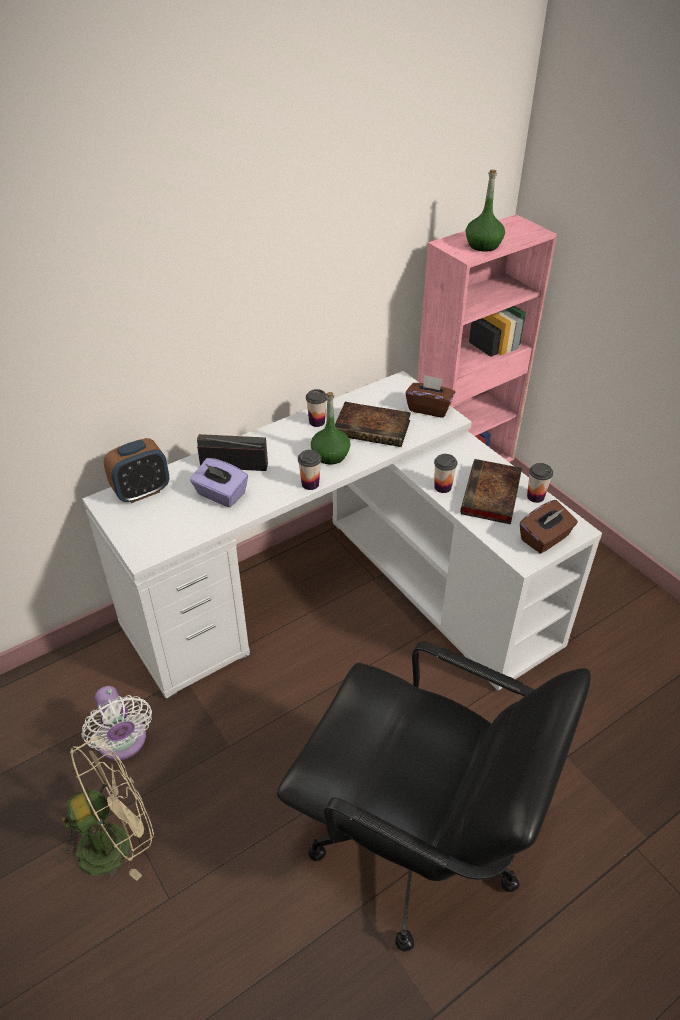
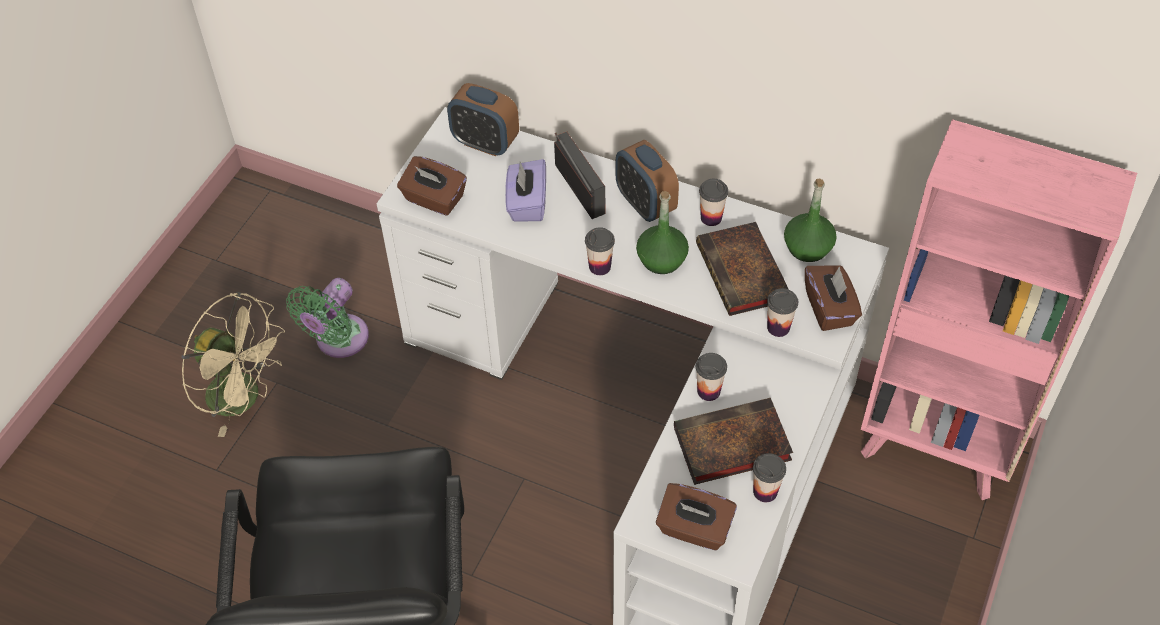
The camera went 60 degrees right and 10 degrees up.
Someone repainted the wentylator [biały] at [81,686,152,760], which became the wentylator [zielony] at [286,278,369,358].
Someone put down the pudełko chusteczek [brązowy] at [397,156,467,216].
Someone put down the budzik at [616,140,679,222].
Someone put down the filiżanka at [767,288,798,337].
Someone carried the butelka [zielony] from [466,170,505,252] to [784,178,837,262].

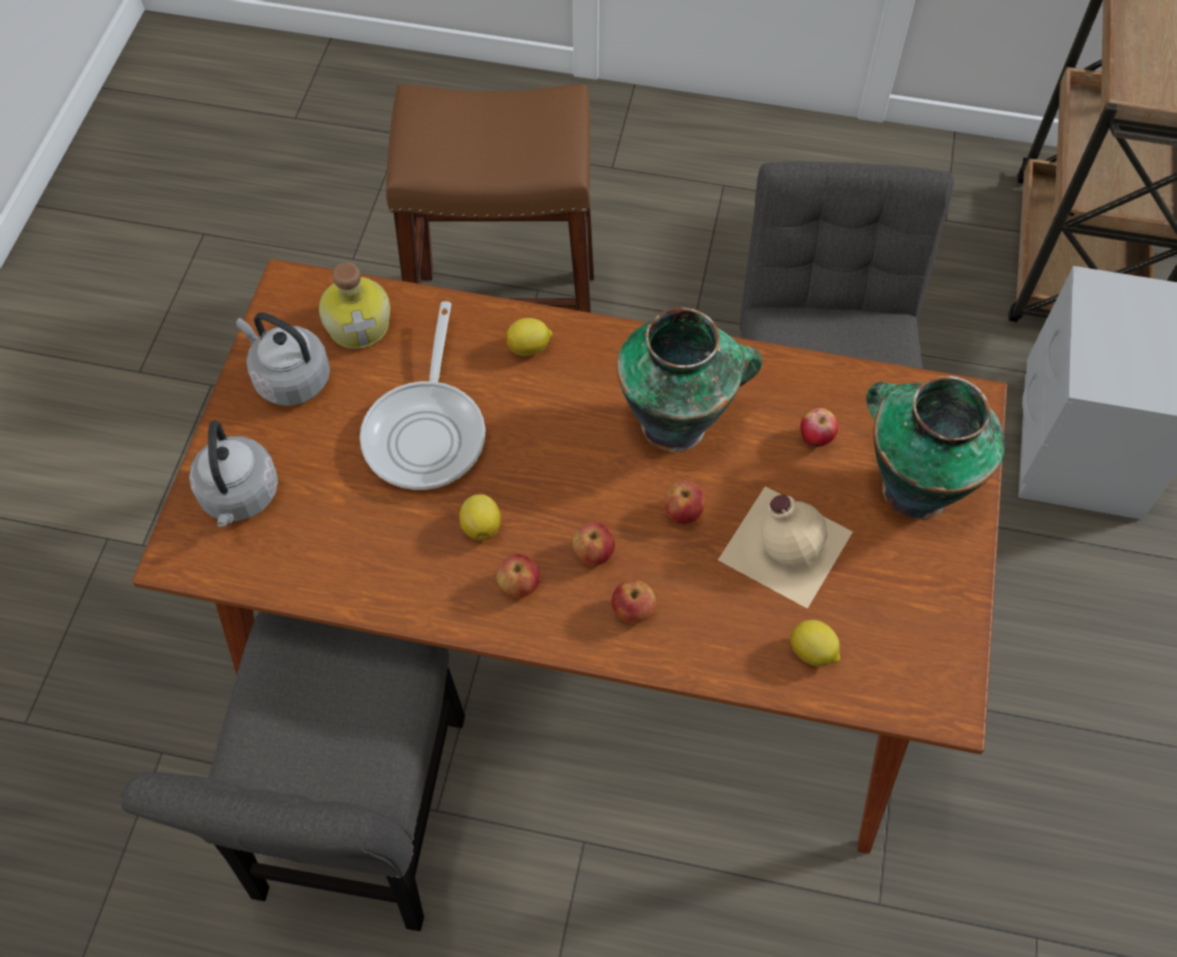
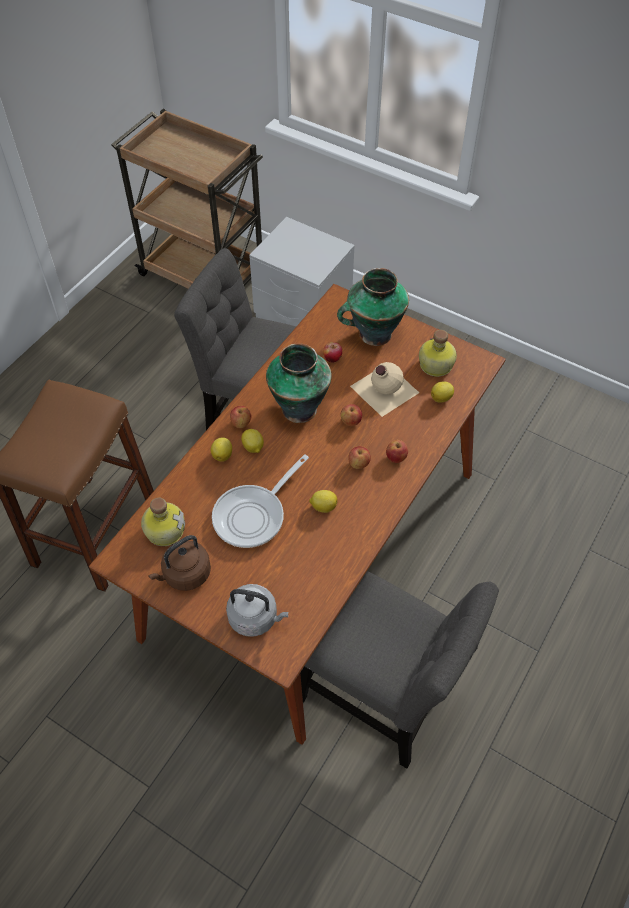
The camera went 70 degrees left and 5 degrees down.
Someone repainted the czajnik [szary] at [236,312,330,406], which became the czajnik [brązowy] at [148,535,211,591].
Someone rotated the patelnia at [360,301,485,490] by 105 degrees clockwise.
Someone carried the jabłko from [496,554,540,598] to [230,406,252,428].
Someone put down the cytryna at [241,429,264,453].
Someone put down the butelka at [419,330,457,377].

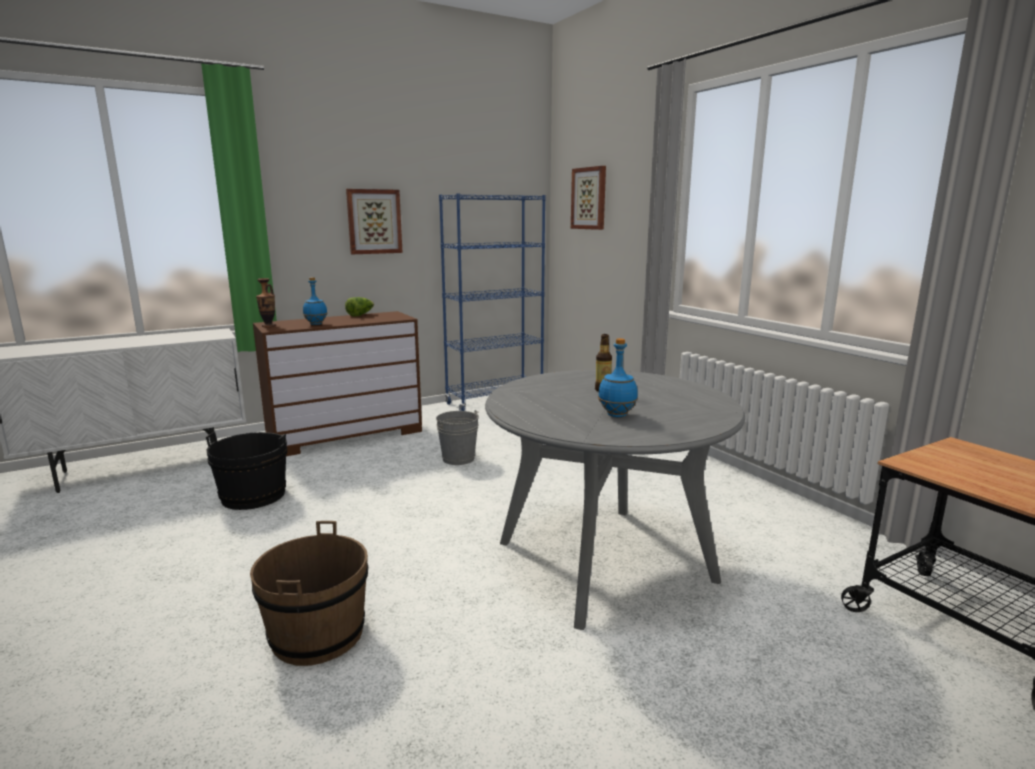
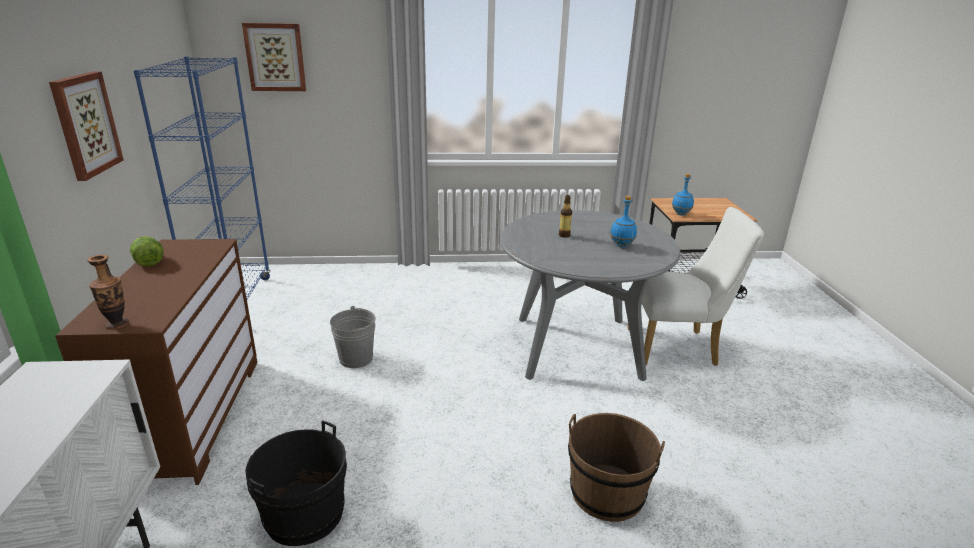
The camera went 65 degrees left and 10 degrees up.
Someone put down the krzesło [biały] at [628,207,764,366].
Someone carried the butelka [niebieski] from [303,277,327,325] to [672,174,694,216].

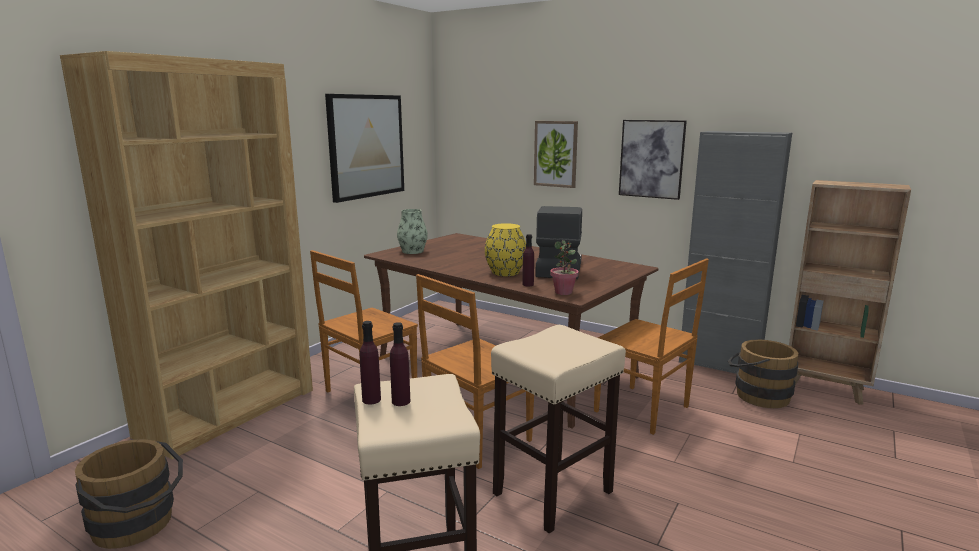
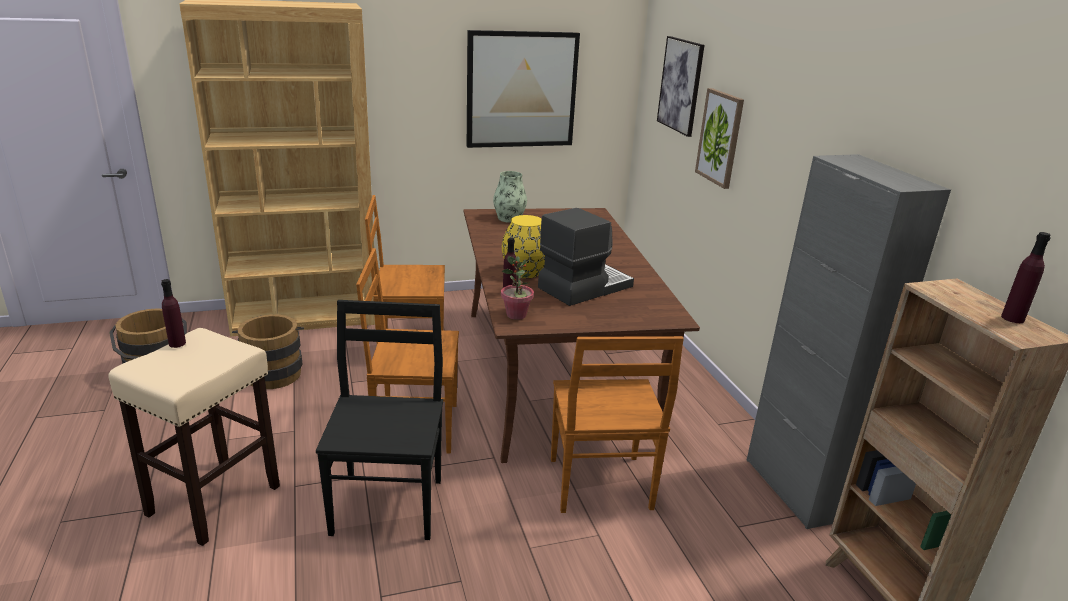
The camera went 40 degrees right and 10 degrees up.
Someone carried the wiadro [brązowy] from [728,339,798,408] to [232,314,304,389].
Someone swapped the stołek [beżowy] at [491,325,626,533] for the krzesło [czarny] at [316,300,443,540].
Someone carried the obraz from [619,120,687,200] to [657,36,704,137].
Someone carried the butelka [fioletowy] from [390,322,410,406] to [1001,232,1051,323].

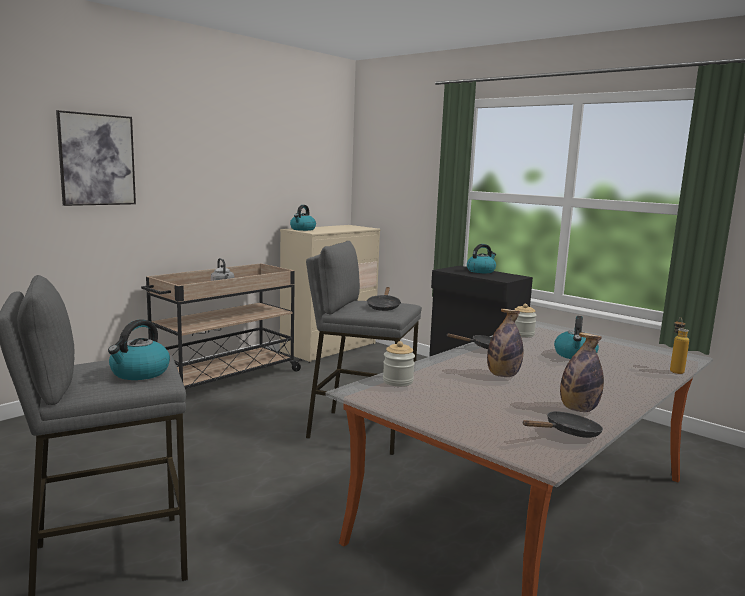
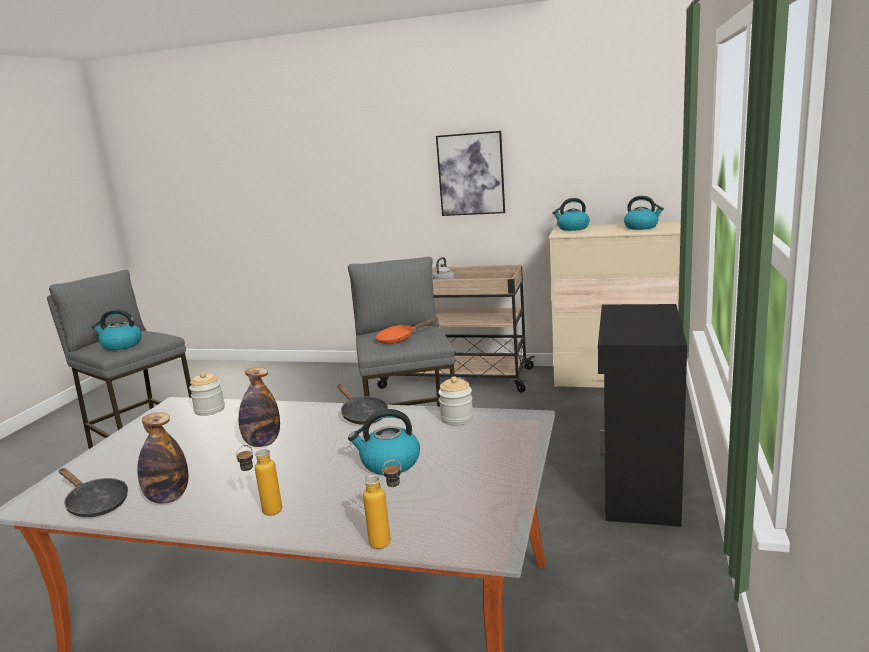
The camera went 65 degrees right and 5 degrees up.
Someone put down the butelka at [236,445,282,516].
Someone repainted the patelnia [czarny] at [367,287,401,311], which became the patelnia [pomarańczowy] at [375,317,438,344].
Someone carried the obraz from [56,110,136,206] to [436,131,505,216].
Someone carried the czajnik from [467,244,496,273] to [624,196,664,230].

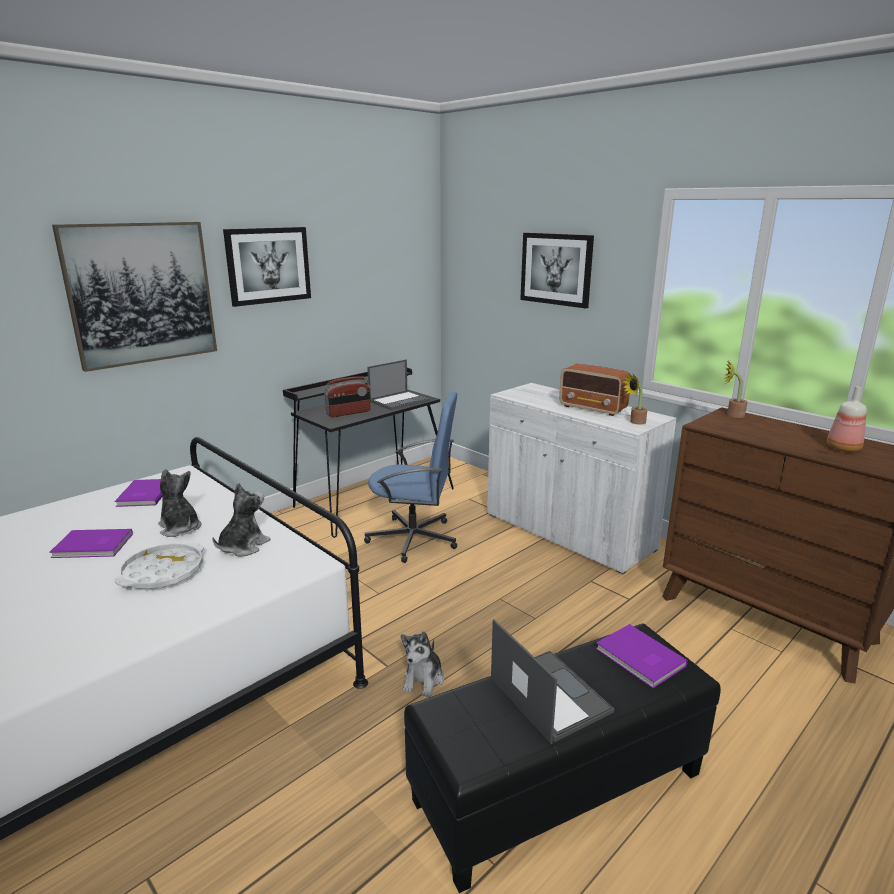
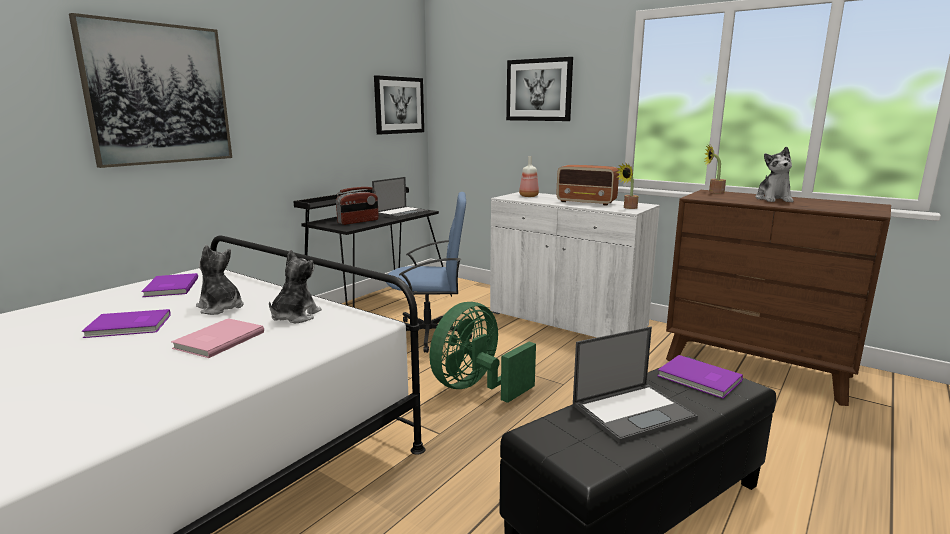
The camera went 10 degrees left and 5 degrees down.
Someone swapped the taca [biały] at [115,543,204,589] for the książka [różowy] at [171,318,264,358].
Someone carried the obraz from [223,227,311,307] to [374,75,424,135].
Someone put down the wentylator [zielony] at [430,302,536,403].
Someone carried the butelka from [827,386,867,452] to [519,156,539,197].
Someone rotated the laptop at [491,619,614,744] by 105 degrees clockwise.
Someone carried the pluszak from [401,631,444,698] to [755,147,794,202].

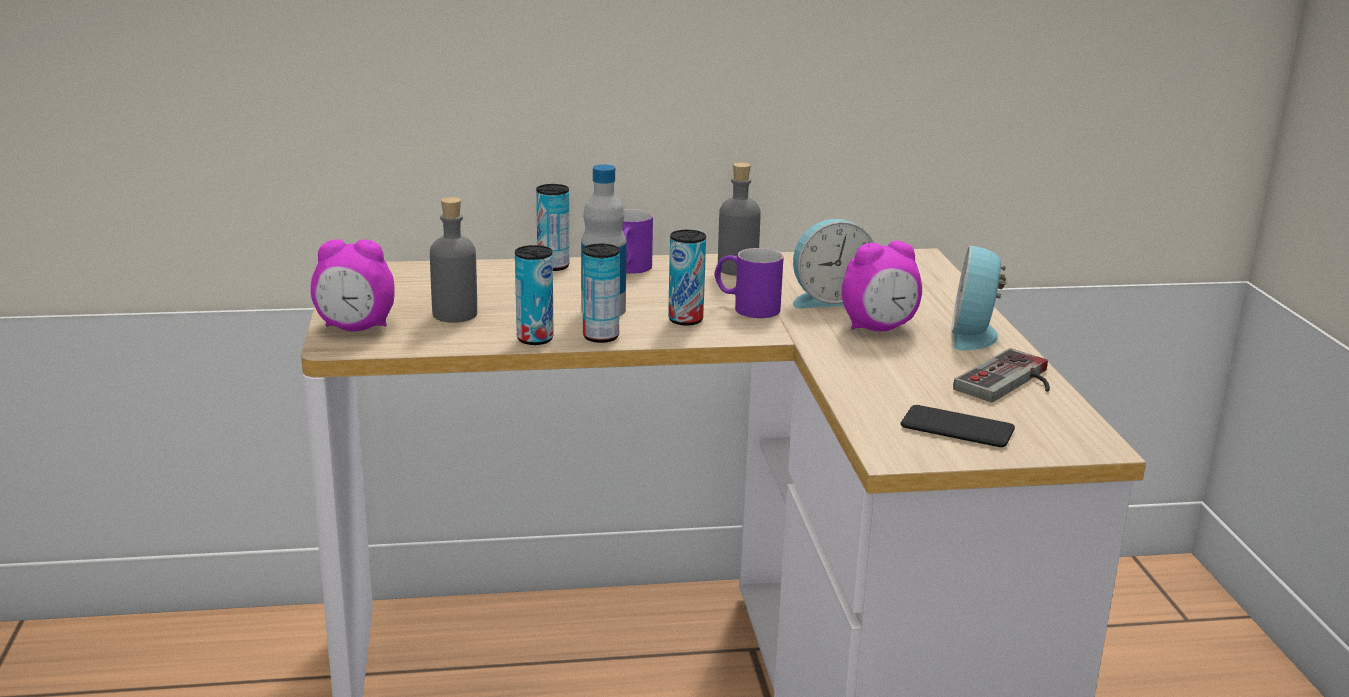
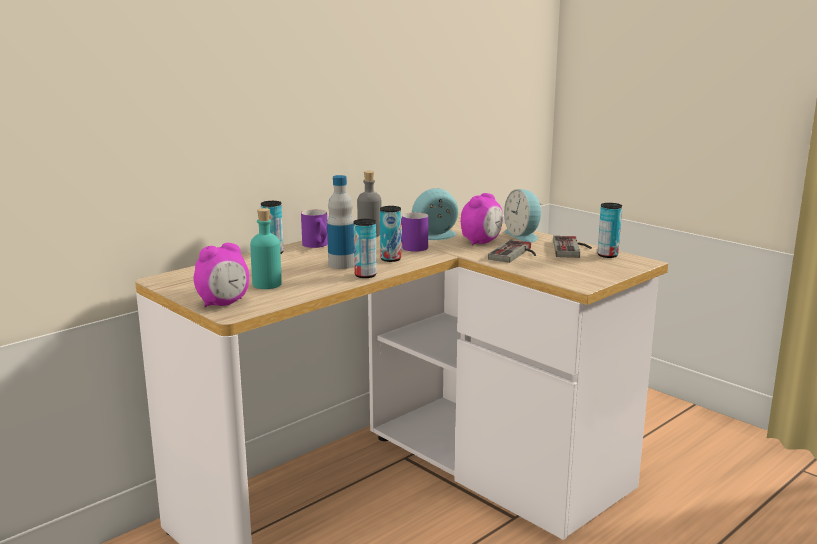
The camera went 35 degrees left and 5 degrees down.
Someone repainted the butelka [szary] at [430,197,477,323], which became the butelka [turkusowy] at [250,208,282,289].
Someone rotated the budzik at [793,219,874,309] by 150 degrees counterclockwise.
Someone put down the pad do gier at [488,240,536,263].
Someone carried the puszka from [515,245,554,345] to [597,203,622,258].
Someone took away the telefon at [901,405,1015,447].

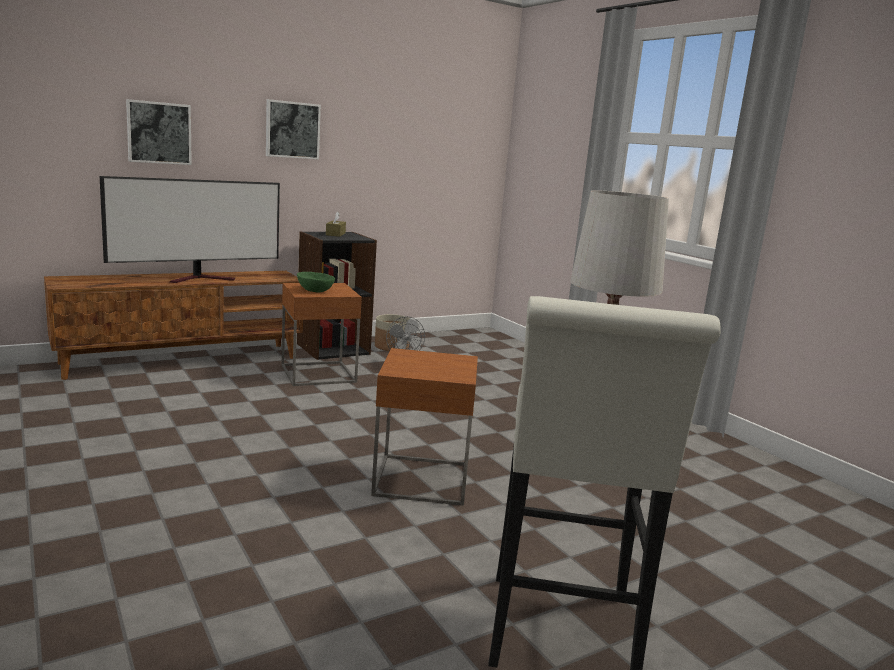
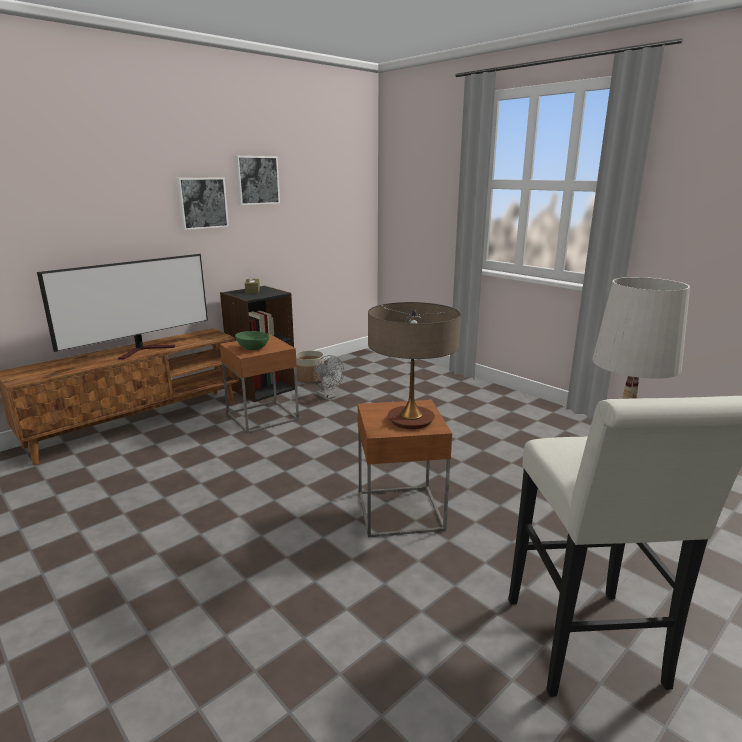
The camera went 10 degrees left and 5 degrees up.
Someone carried the obraz from [126,99,192,165] to [235,156,280,205].
Someone put down the lampa stołowa at [368,302,461,429].

